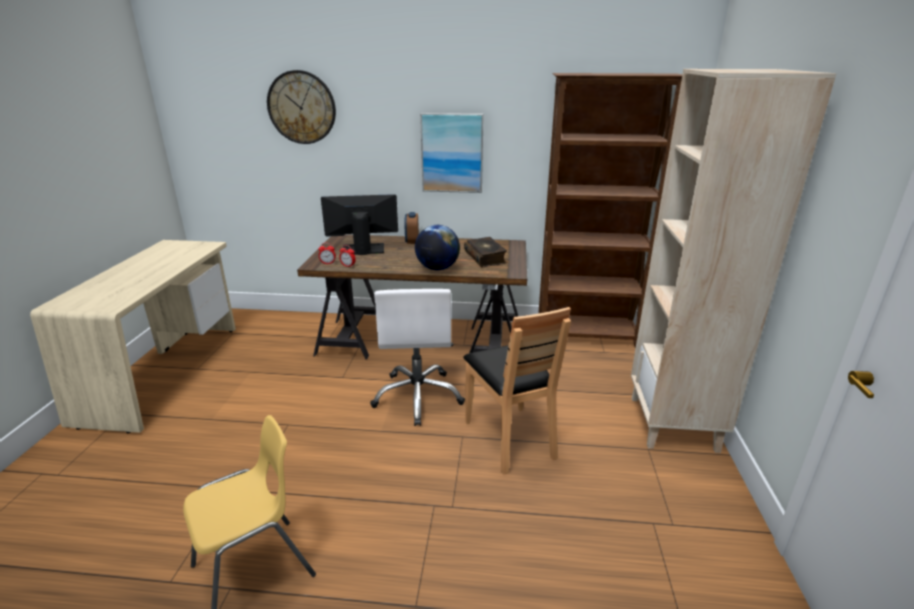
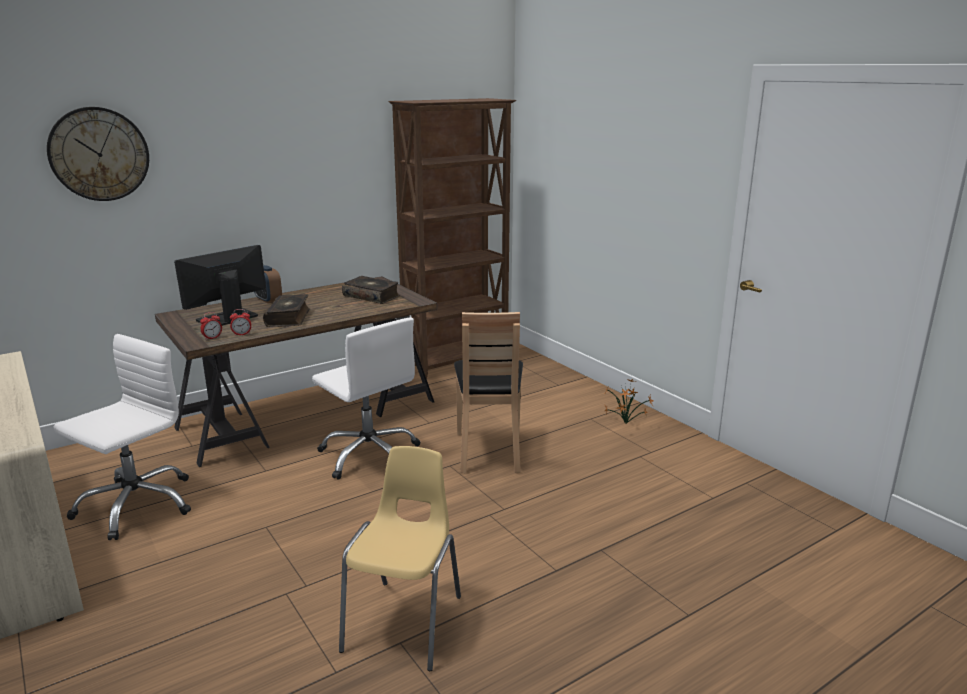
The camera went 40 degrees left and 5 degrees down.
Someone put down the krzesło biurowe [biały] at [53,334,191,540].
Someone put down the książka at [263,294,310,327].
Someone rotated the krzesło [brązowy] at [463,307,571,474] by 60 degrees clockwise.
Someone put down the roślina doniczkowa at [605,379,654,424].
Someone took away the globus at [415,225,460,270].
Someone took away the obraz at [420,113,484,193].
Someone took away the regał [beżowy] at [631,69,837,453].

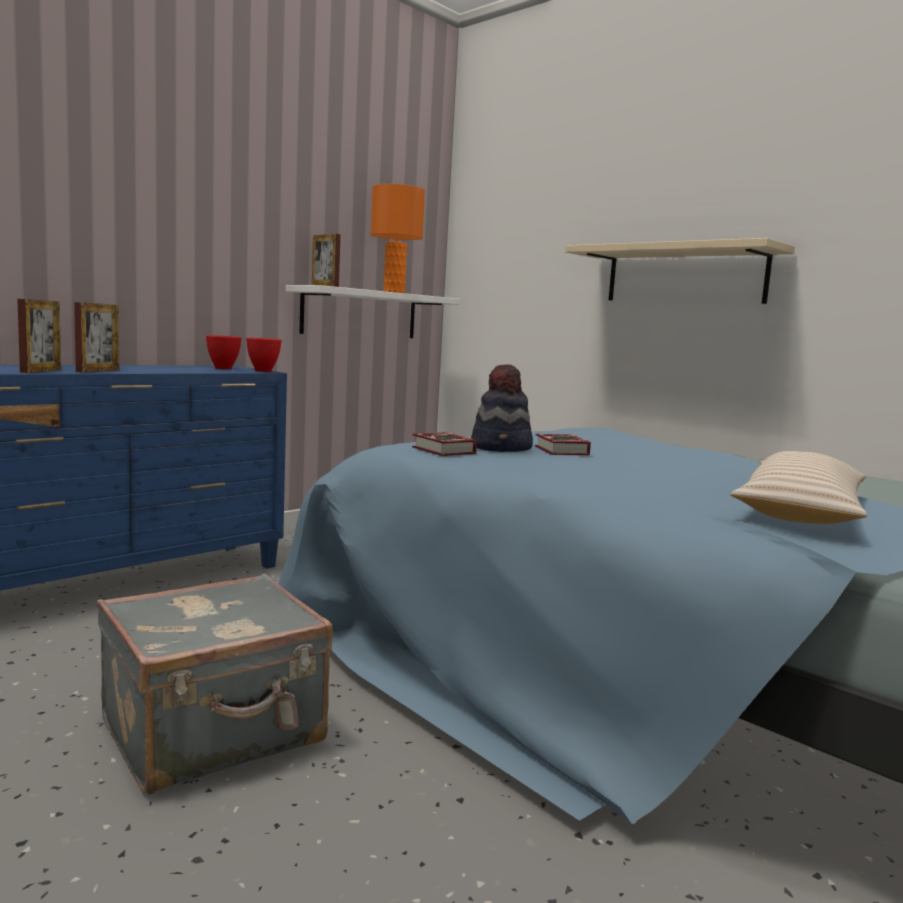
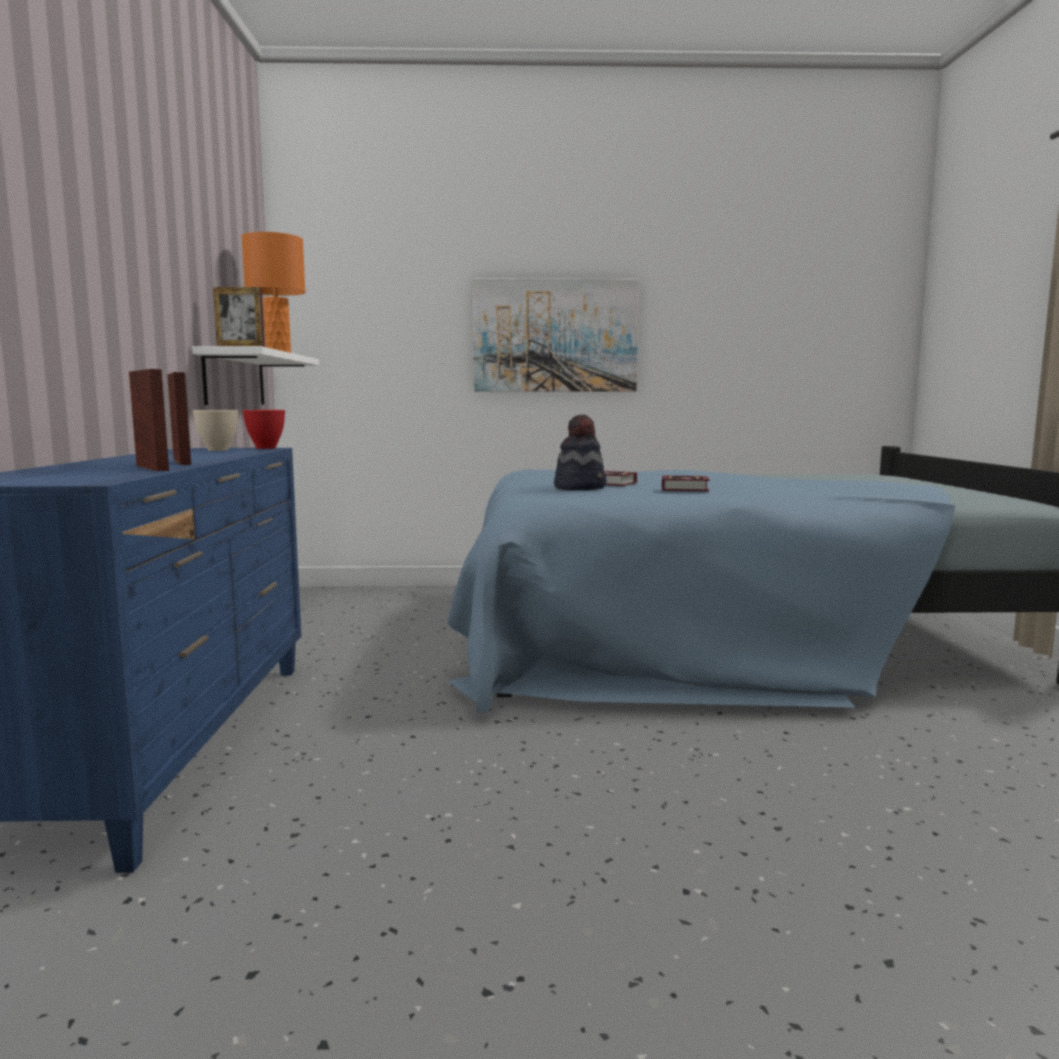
The camera went 45 degrees left and 0 degrees up.
Someone repainted the miska [czerwony] at [206,335,242,369], which became the miska [beżowy] at [193,410,238,451].
Someone swapped the półka [beżowy] at [565,238,795,304] for the obraz at [473,278,639,392].
Someone carried the książka from [412,432,477,456] to [662,475,710,492].
Someone took away the walizka [szary] at [97,574,333,793].
Someone took away the poduszka [beżowy] at [731,451,867,524].

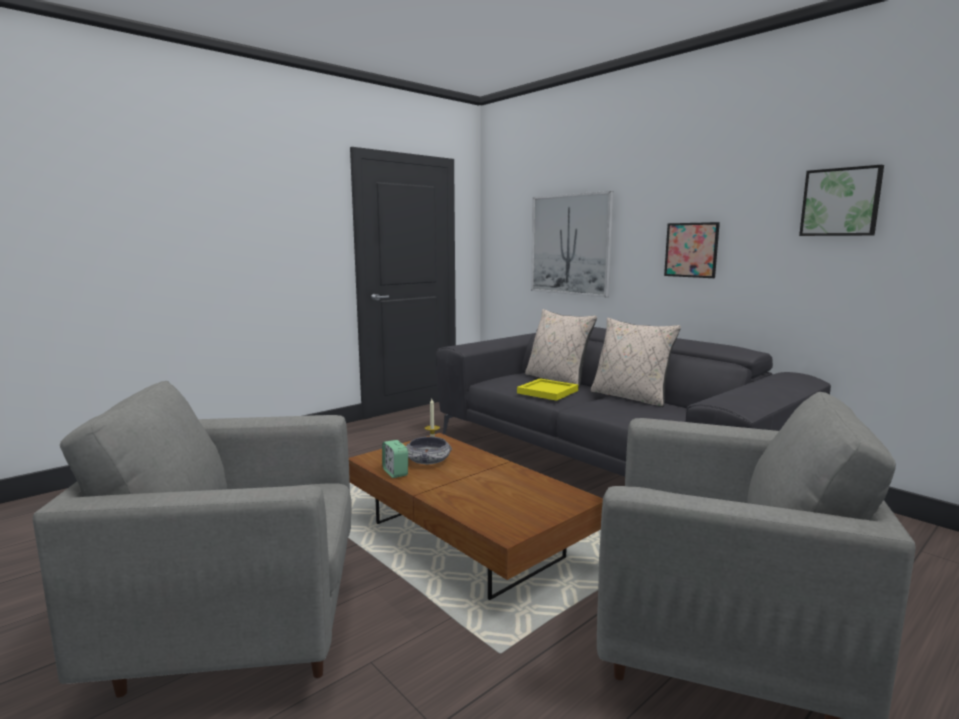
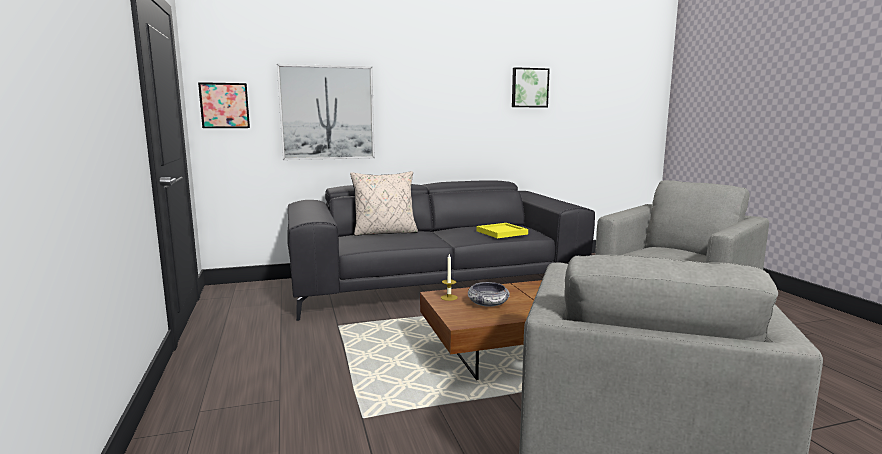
The camera went 65 degrees left and 0 degrees up.
Someone carried the obraz from [664,222,720,278] to [198,82,250,128].
Someone carried the taca [żółty] from [517,378,578,401] to [476,223,528,238].
Someone took away the budzik at [382,440,408,478].
Someone took away the poduszka [beżowy] at [591,318,681,407].

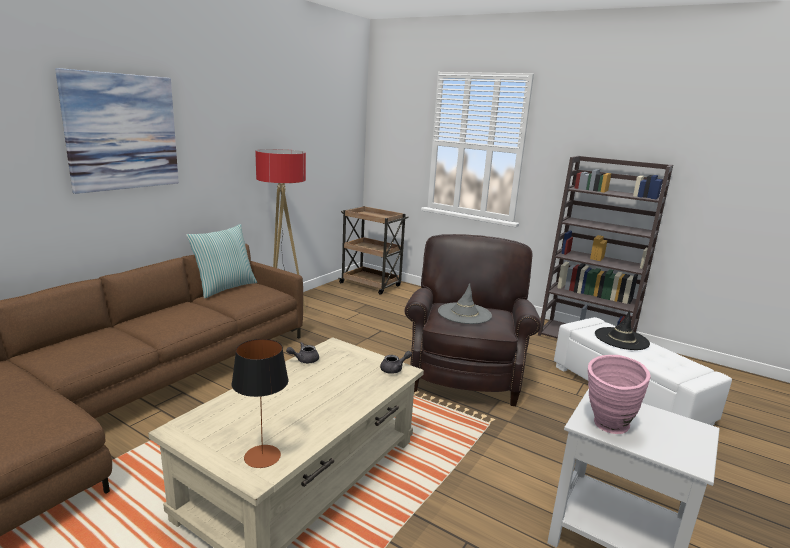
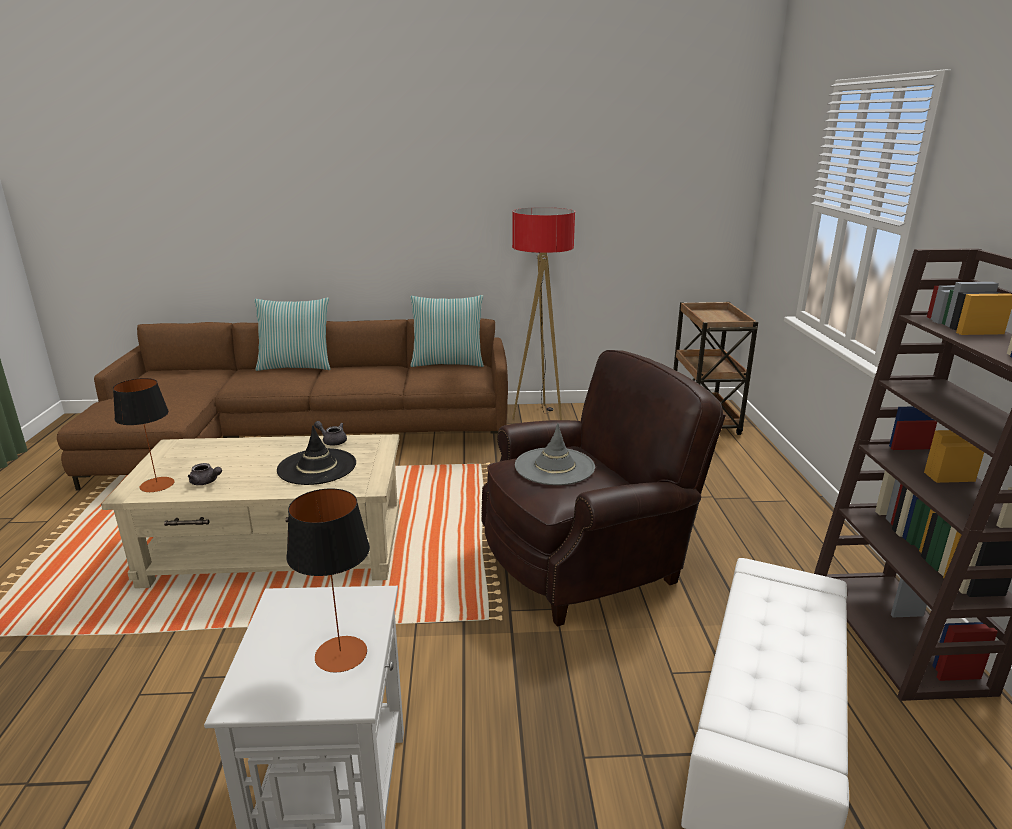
The camera went 55 degrees right and 5 degrees up.
Someone carried the imbryk [szary] from [380,351,412,374] to [188,463,222,485].
Someone put down the poduszka at [254,298,331,371].
Someone carried the kapelusz [czarny] from [595,310,650,350] to [277,425,356,485].
Someone put down the lampa stołowa at [286,488,370,672].
Someone took away the obraz at [55,68,179,194].
Someone took away the wazon [różowy] at [588,355,651,434].

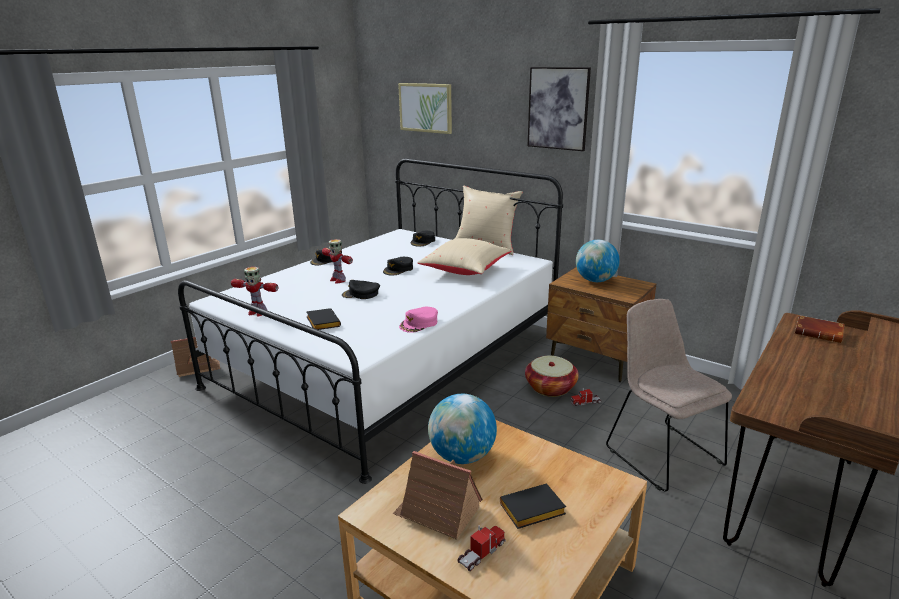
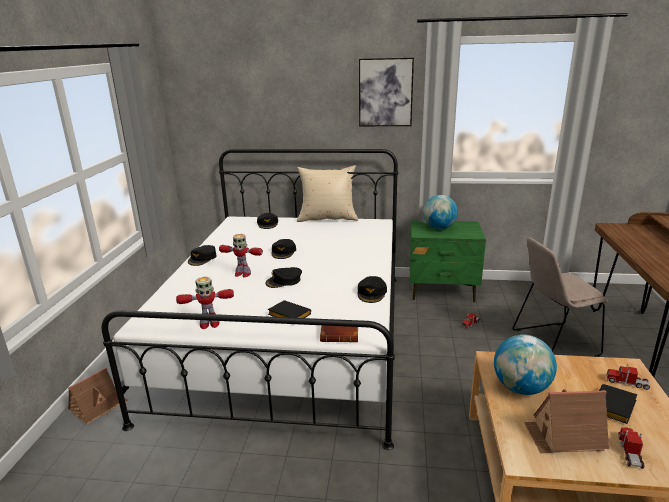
The camera went 30 degrees left and 0 degrees up.
Someone carried the książka [brązowy] from [795,315,845,343] to [320,325,358,342].
Someone repainted the czapka z daszkiem [różowy] at [399,307,438,333], which became the czapka z daszkiem [czarny] at [358,276,387,303].
Someone repainted the szafka nocna [brązowy] at [546,267,656,382], which became the szafka nocna [zielony] at [409,220,486,302].
Someone rotated the krzesło [beżowy] at [606,299,732,492] by 45 degrees counterclockwise.
Someone put down the ciężarówka zabawkowa at [607,363,650,390].
Someone took away the obraz at [398,83,452,134].
Someone took away the poduszka [beżowy] at [417,238,512,275].
Someone took away the koszyk at [525,356,579,397].

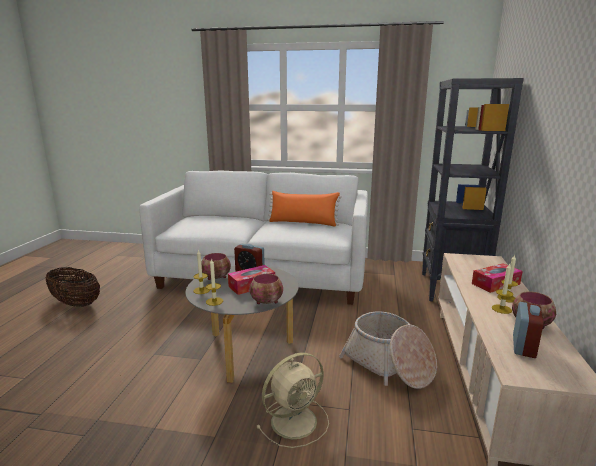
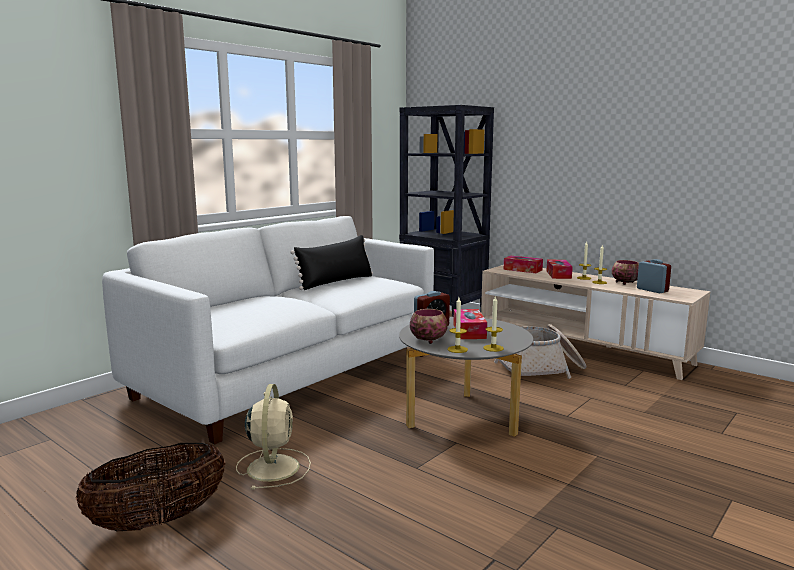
The camera went 60 degrees left and 5 degrees down.
Someone carried the wentylator [beżowy] from [256,352,329,448] to [236,384,311,490].
Someone repainted the poduszka [pomarańczowy] at [267,191,342,227], which became the poduszka [czarny] at [291,235,373,290].
Someone put down the pudełko chusteczek at [503,256,543,273].
Someone took away the miska at [250,274,283,304].

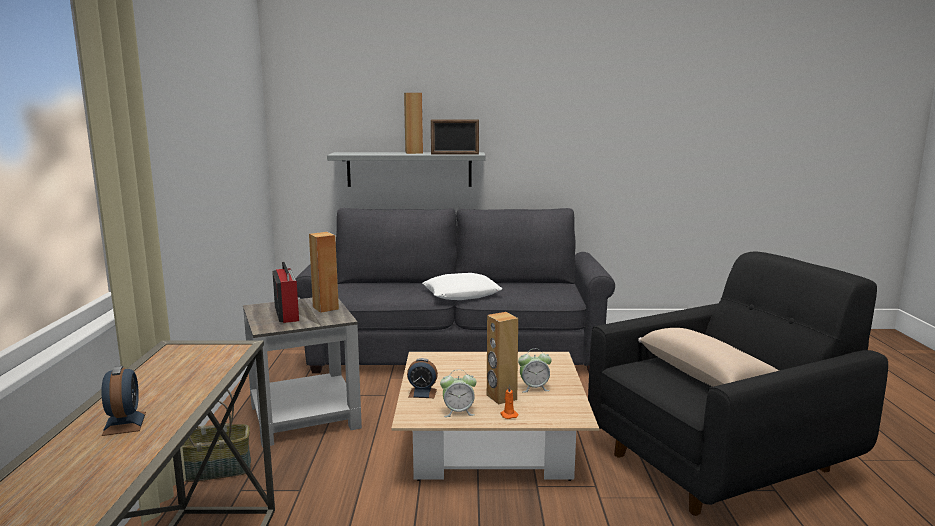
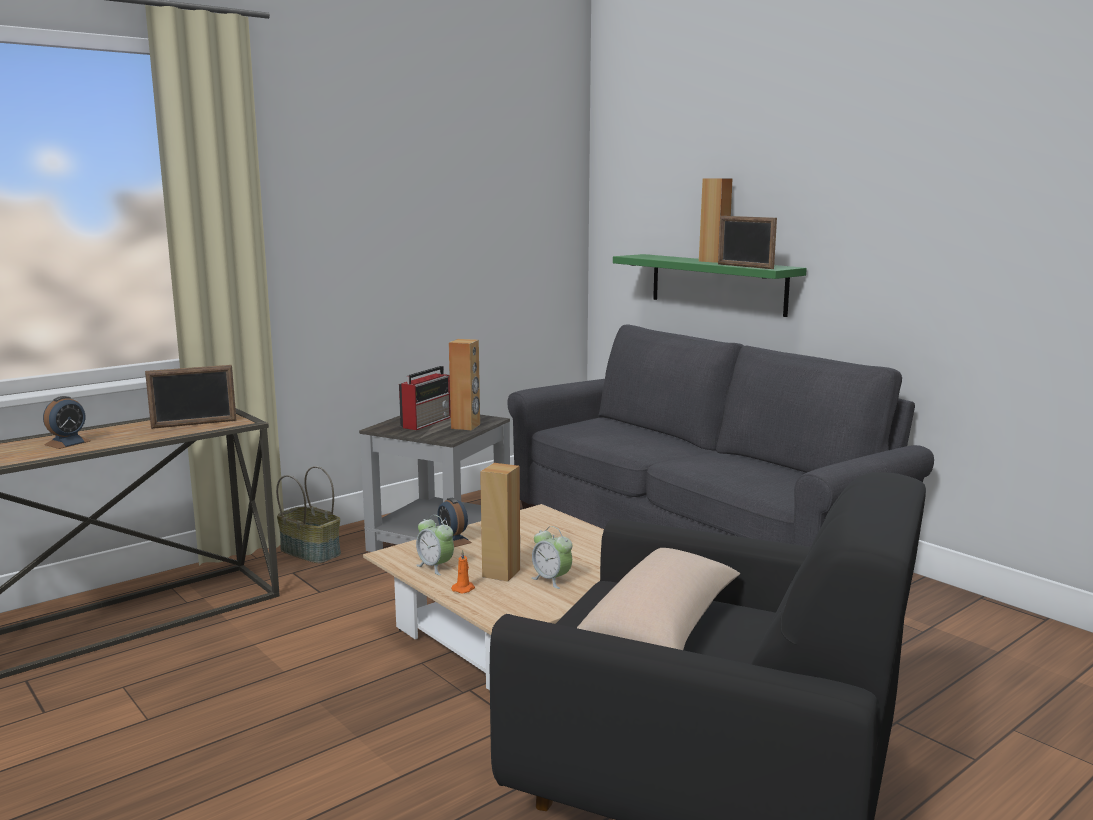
The camera went 50 degrees right and 0 degrees up.
Someone put down the ramka na zdjęcie at [145,365,237,429].
Someone repainted the półka [szary] at [327,152,485,187], which became the półka [zielony] at [613,254,807,317].
Someone took away the poduszka [biały] at [422,273,502,300].

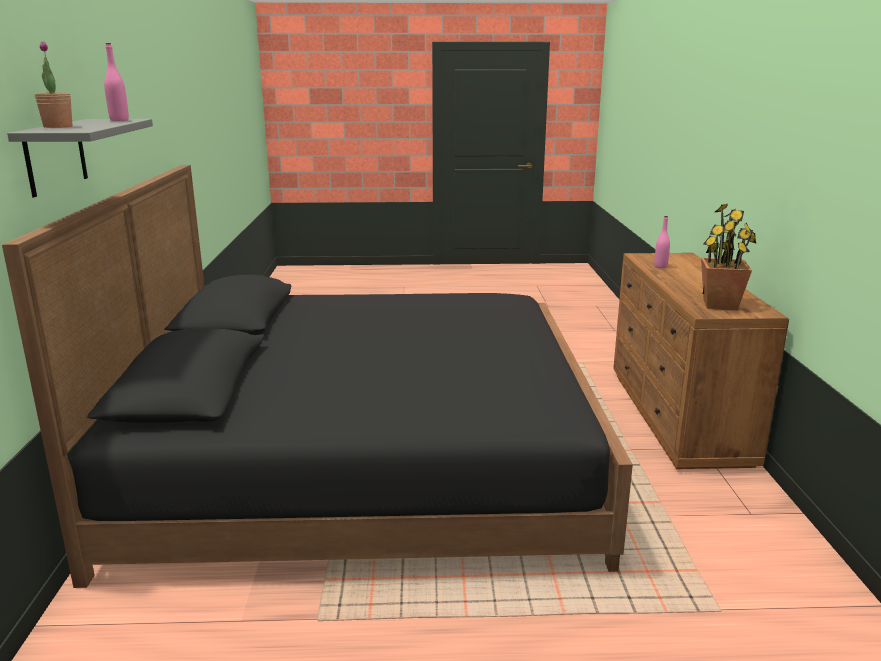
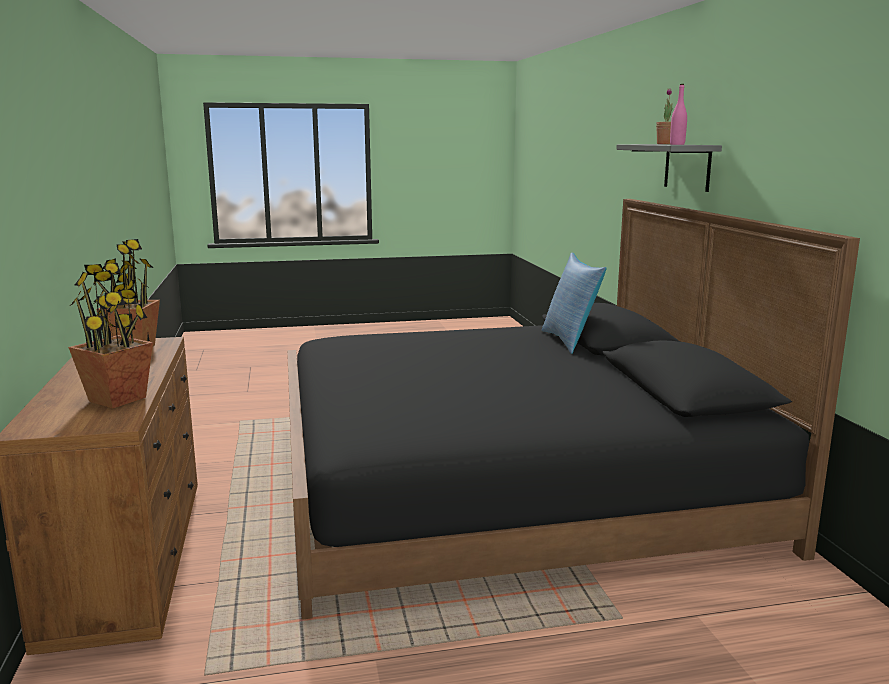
The camera went 170 degrees right and 5 degrees down.
Someone swapped the butelka [różowy] at [654,216,670,269] for the roślina doniczkowa at [68,264,153,408].
Someone put down the poduszka at [542,253,607,354].

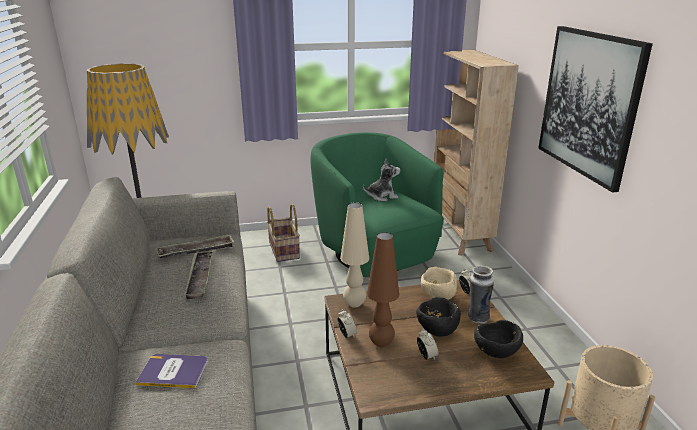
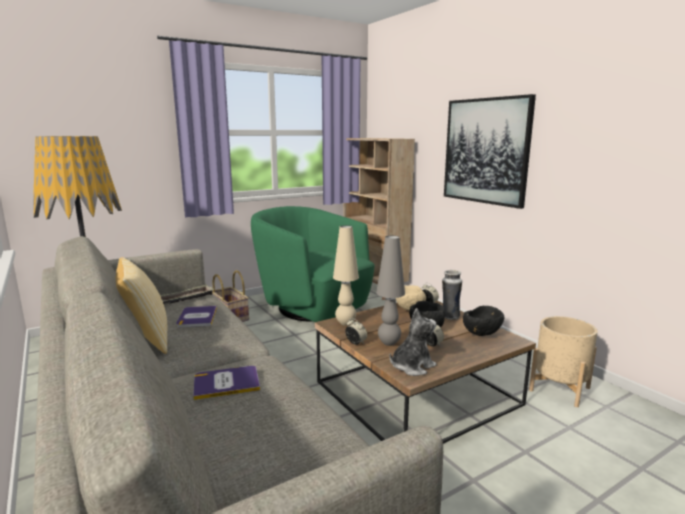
The camera went 20 degrees left and 10 degrees down.
Someone put down the poduszka at [116,257,167,354].
Someone swapped the taca at [184,251,213,299] for the książka at [176,306,217,327].
Someone repainted the lampa stołowa [brązowy] at [367,232,399,347], which became the lampa stołowa [szary] at [376,235,405,346].
Someone carried the pluszak from [363,158,400,201] to [389,308,436,376].

